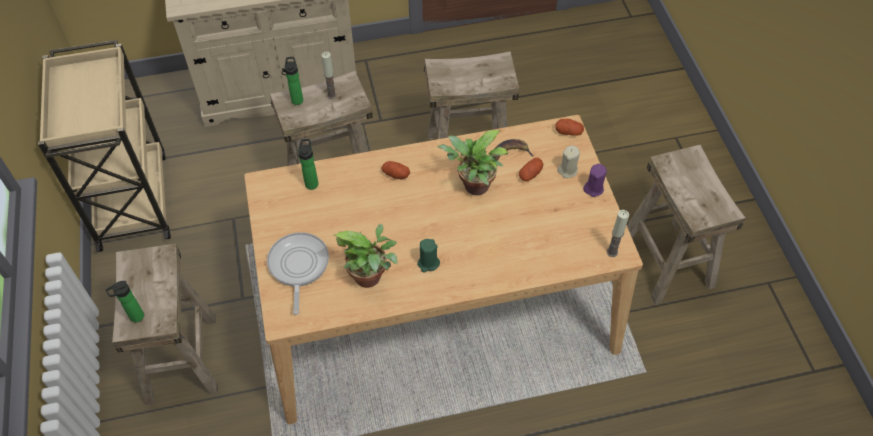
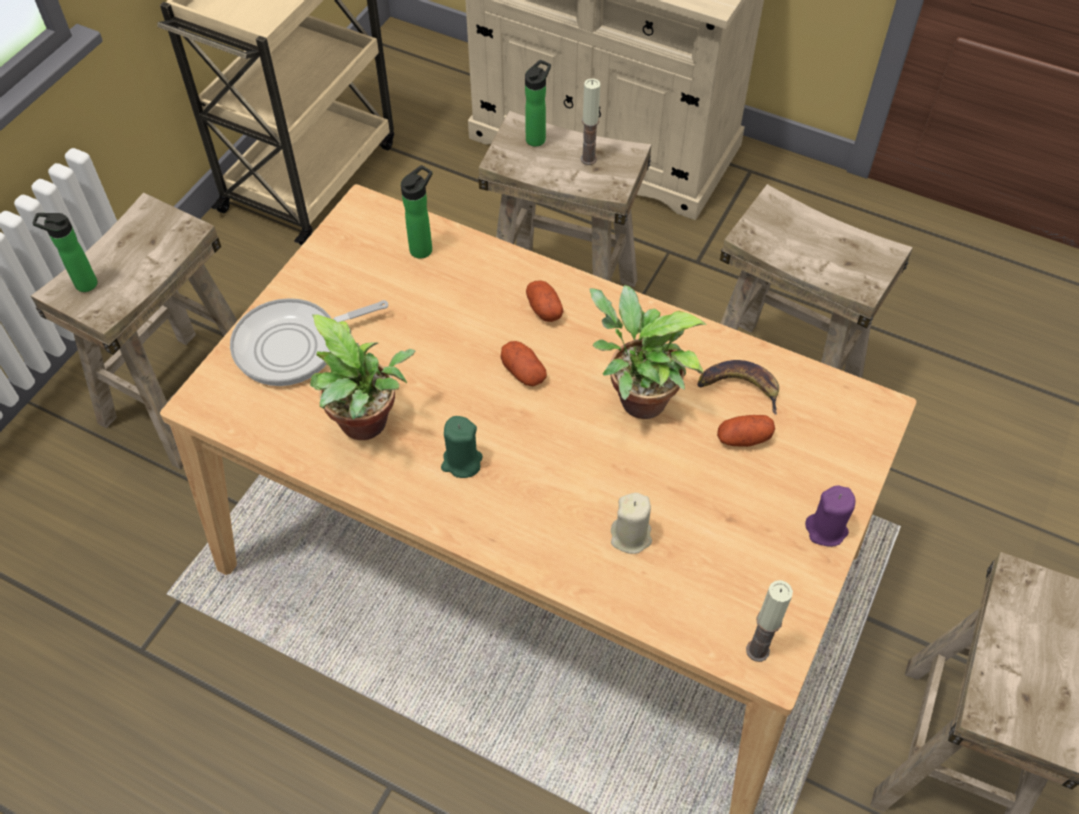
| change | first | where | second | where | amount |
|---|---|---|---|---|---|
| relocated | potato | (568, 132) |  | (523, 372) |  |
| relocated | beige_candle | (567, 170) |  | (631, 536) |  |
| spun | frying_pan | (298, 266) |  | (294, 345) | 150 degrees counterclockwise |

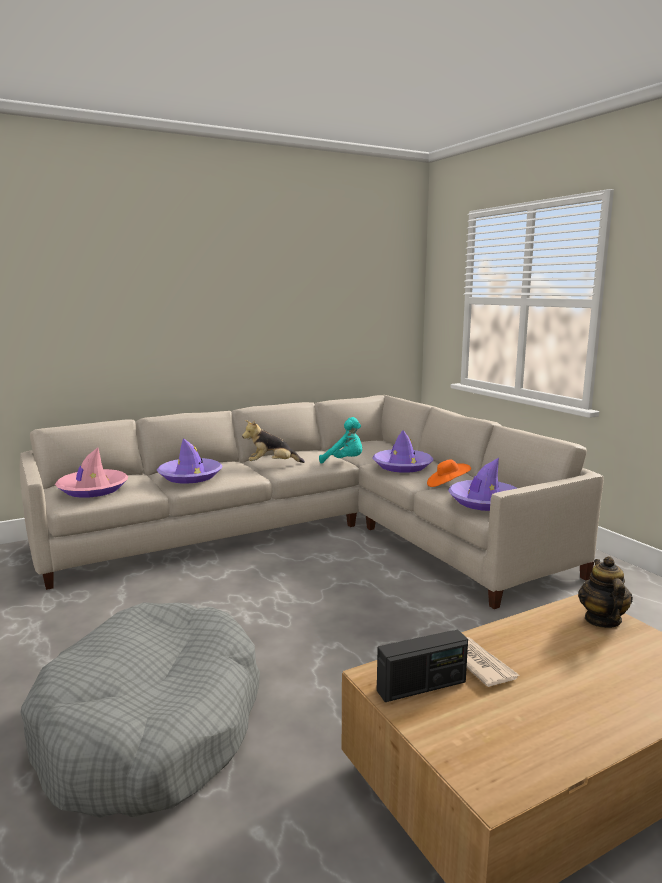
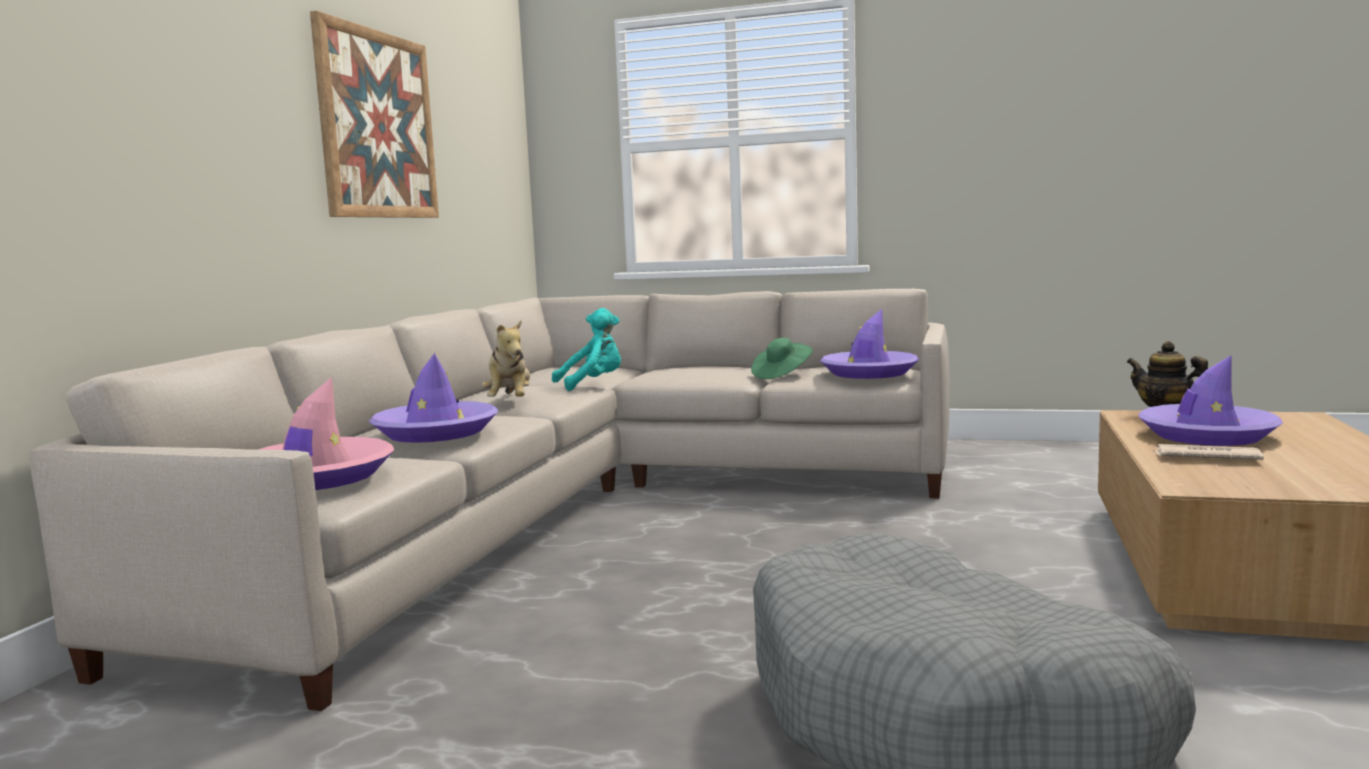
| change | first | where | second | where | amount |
|---|---|---|---|---|---|
| spun | plush_toy | (272, 464) |  | (510, 402) | 45 degrees counterclockwise |
| relocated | purple_hat | (402, 466) |  | (1207, 435) |  |
| colour | orange_hat | (447, 485) | green_hat | (782, 375) |  |
| missing | radio | (421, 687) |  |  |  |
| appeared |  |  | picture | (377, 125) |  |

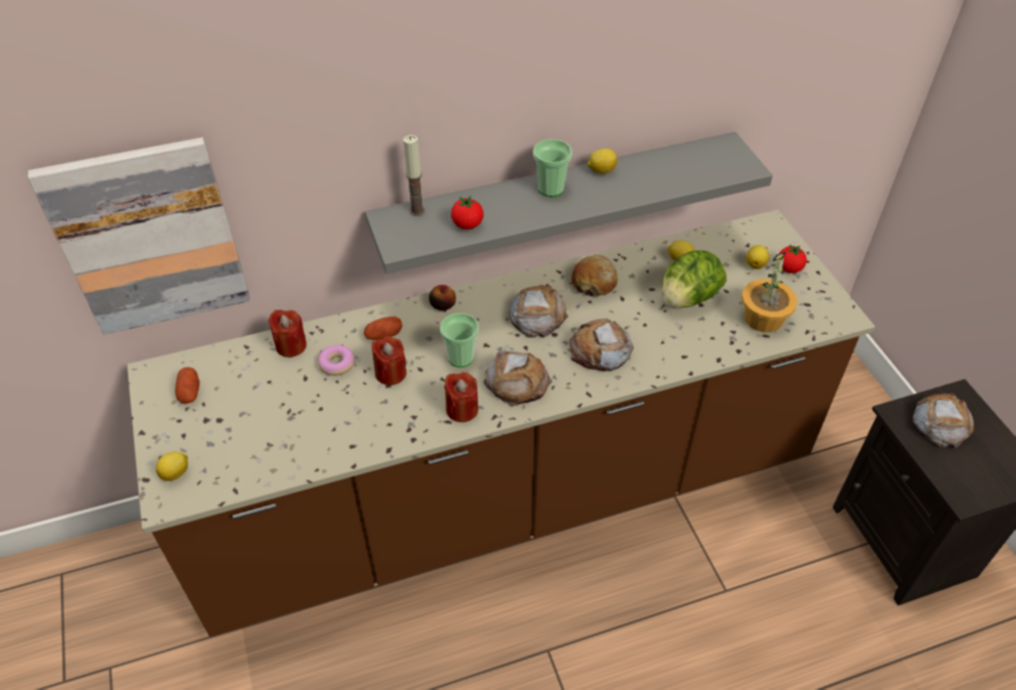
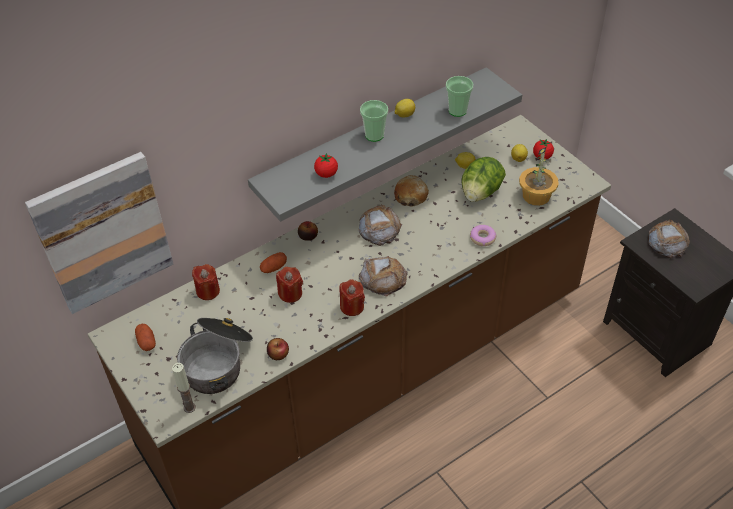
| change | first | where | second | where | amount |
|---|---|---|---|---|---|
| relocated | candle | (417, 211) |  | (189, 407) |  |
| relocated | cup | (461, 358) |  | (457, 111) |  |
| missing | bread | (600, 350) |  |  |  |
| relocated | donut | (337, 364) |  | (482, 238) |  |
| missing | lemon | (176, 473) |  |  |  |
| appeared |  |  | cooking_pot | (218, 362) |  |
| appeared |  |  | apple | (278, 354) |  |

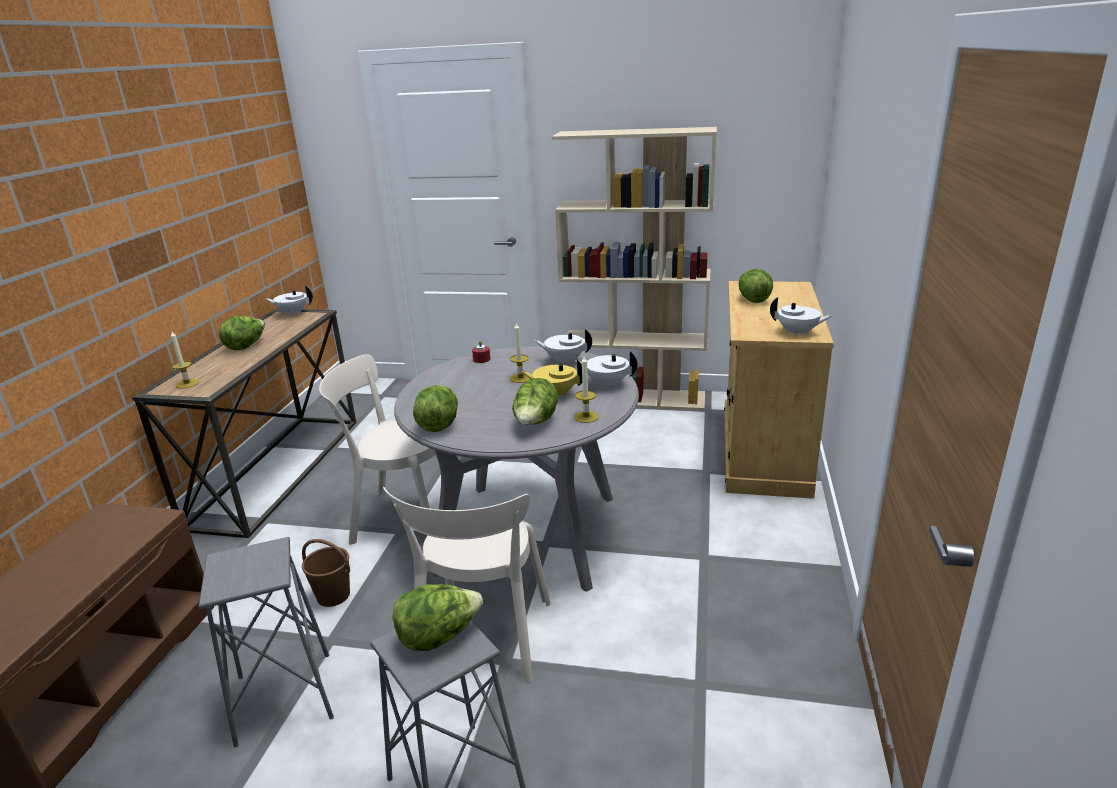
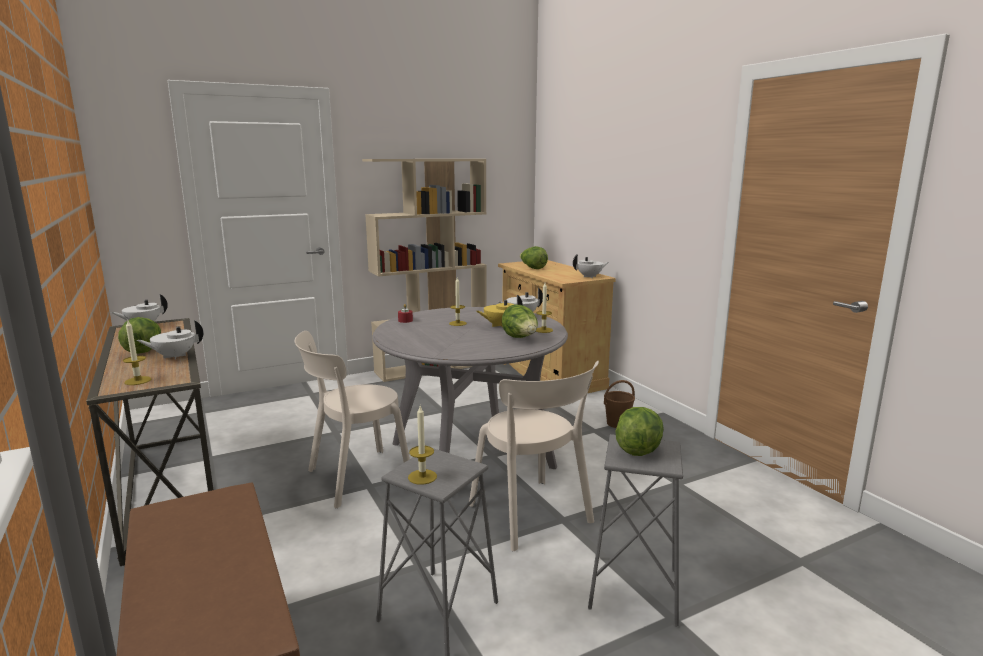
| change | first | where | second | where | amount |
|---|---|---|---|---|---|
| relocated | white_teapot | (564, 361) |  | (174, 356) |  |
| missing | lettuce | (438, 424) |  |  |  |
| relocated | brown_bucket | (334, 595) |  | (618, 423) |  |
| appeared |  |  | candle | (422, 477) |  |

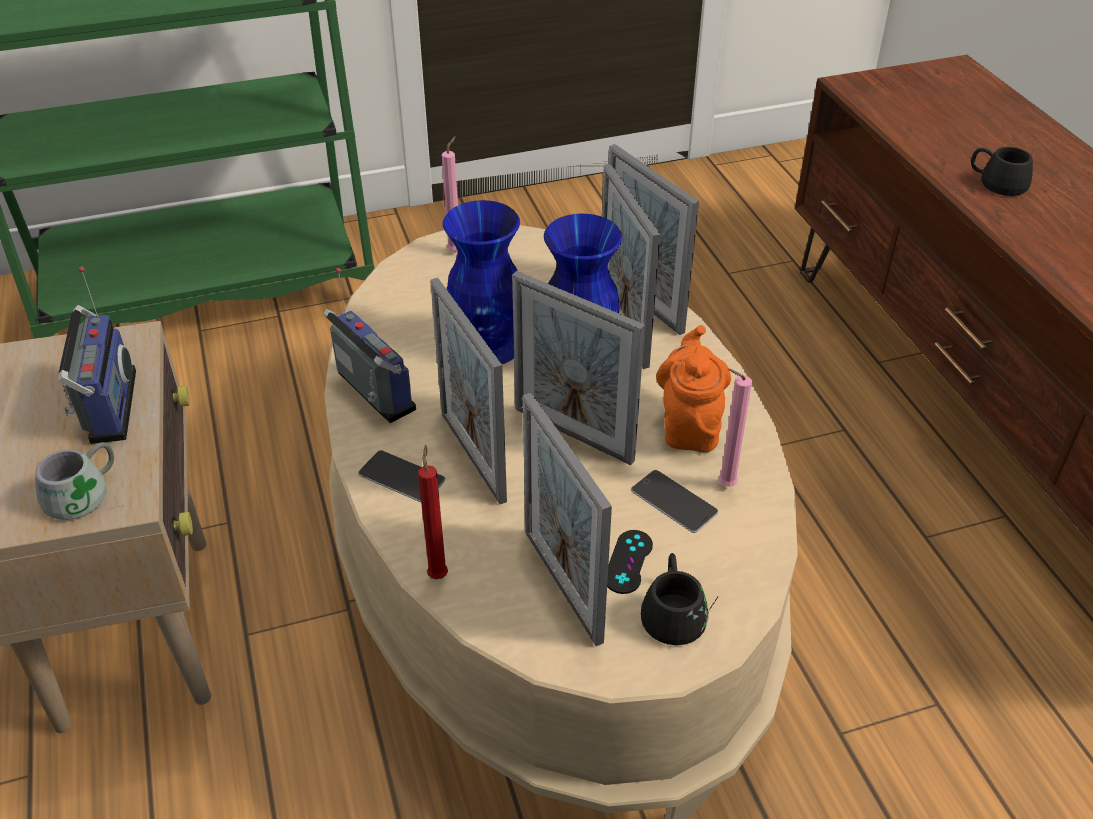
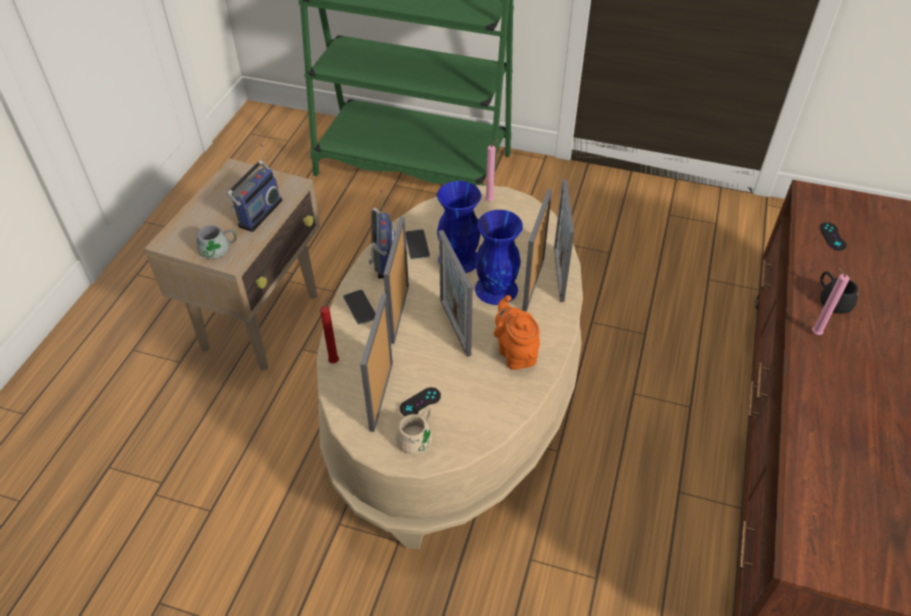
| change | first | where | second | where | amount |
|---|---|---|---|---|---|
| spun | orange_teapot | (689, 426) |  | (515, 352) | 60 degrees counterclockwise |
| relocated | pink_candle | (723, 485) |  | (814, 333) |  |
| relocated | phone | (674, 501) |  | (417, 244) |  |
| colour | black_mug | (680, 612) | beige_mug | (420, 438) |  |
| appeared |  |  | black_game_controller | (832, 236) |  |

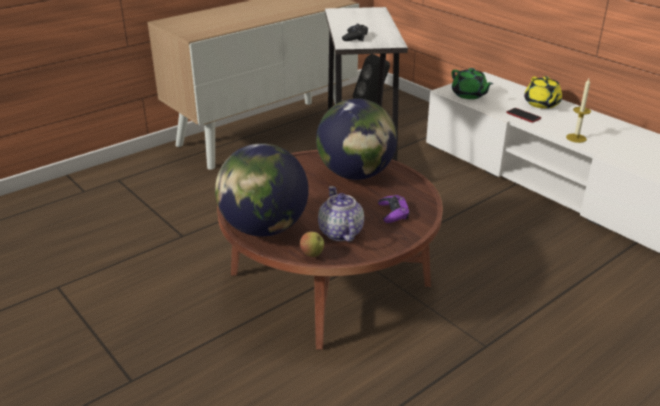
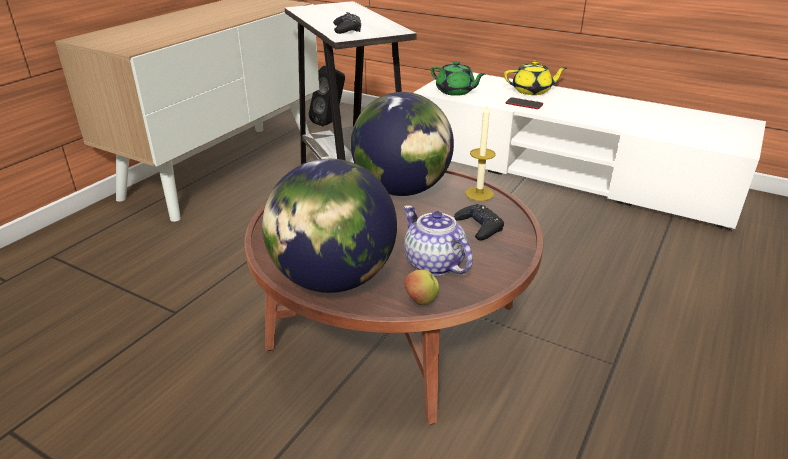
| change | first | where | second | where | amount |
|---|---|---|---|---|---|
| spun | yellow_teapot | (542, 104) |  | (532, 91) | 60 degrees counterclockwise |
| relocated | candle | (576, 138) |  | (479, 194) |  |
| colour | purple_game_controller | (393, 213) | black_game_controller | (479, 227) |  |

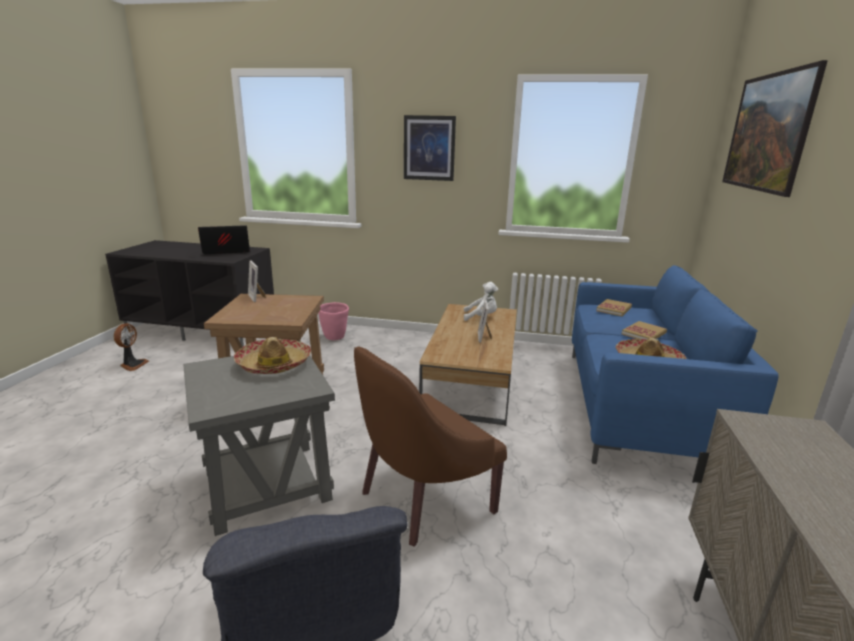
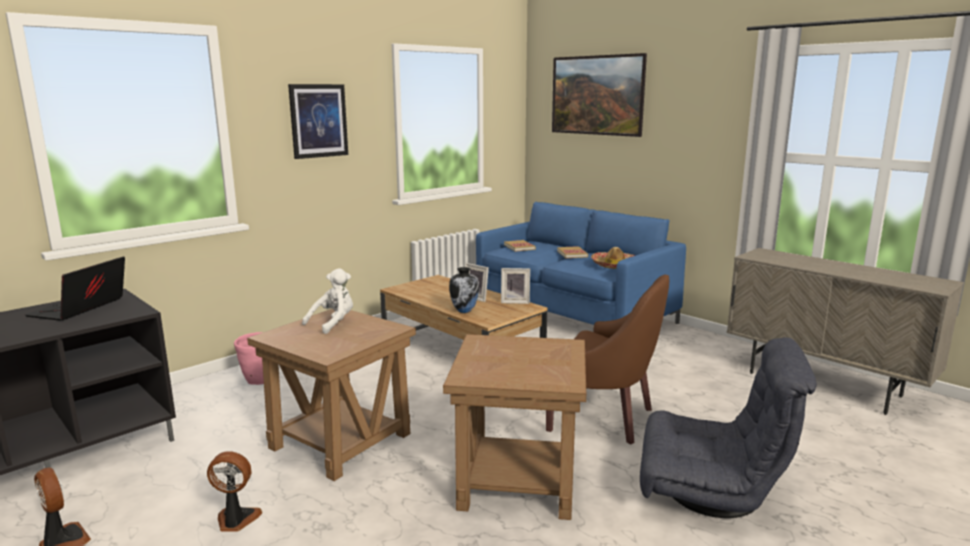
| change | first | where | second | where | amount |
|---|---|---|---|---|---|
| relocated | picture_frame | (257, 297) |  | (515, 301) |  |
| relocated | white_plush_toy | (481, 317) |  | (333, 323) |  |
| missing | hat | (274, 364) |  |  |  |
| spun | brown_armchair | (421, 498) |  | (604, 417) | 60 degrees counterclockwise |
| colour | grey_side_table | (267, 484) | brown_side_table | (517, 479) |  |
| appeared |  |  | vase | (465, 311) |  |
| appeared |  |  | fan | (236, 520) |  |

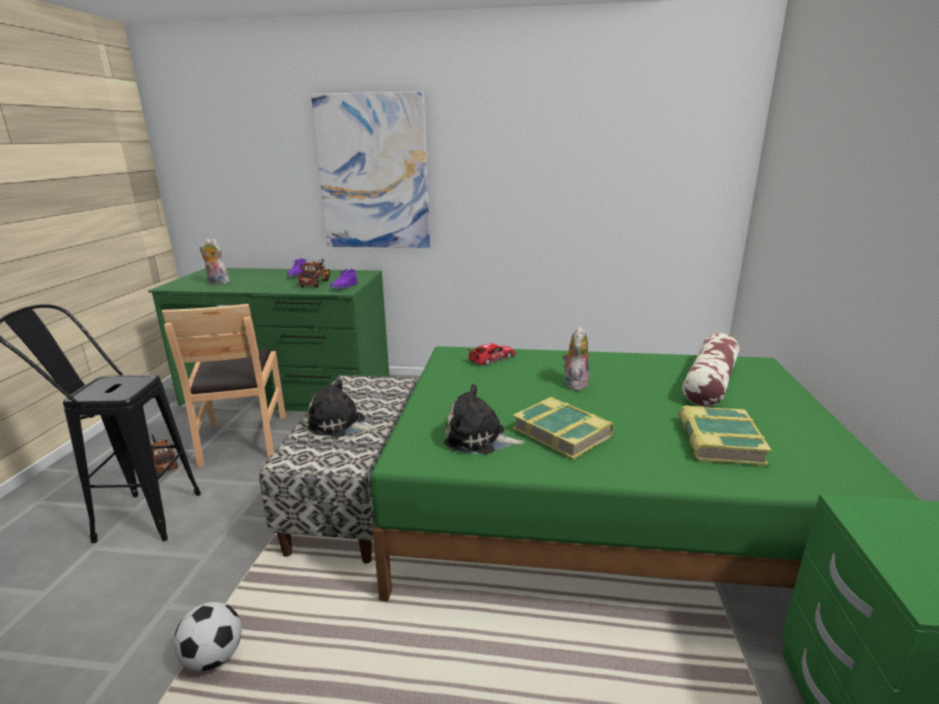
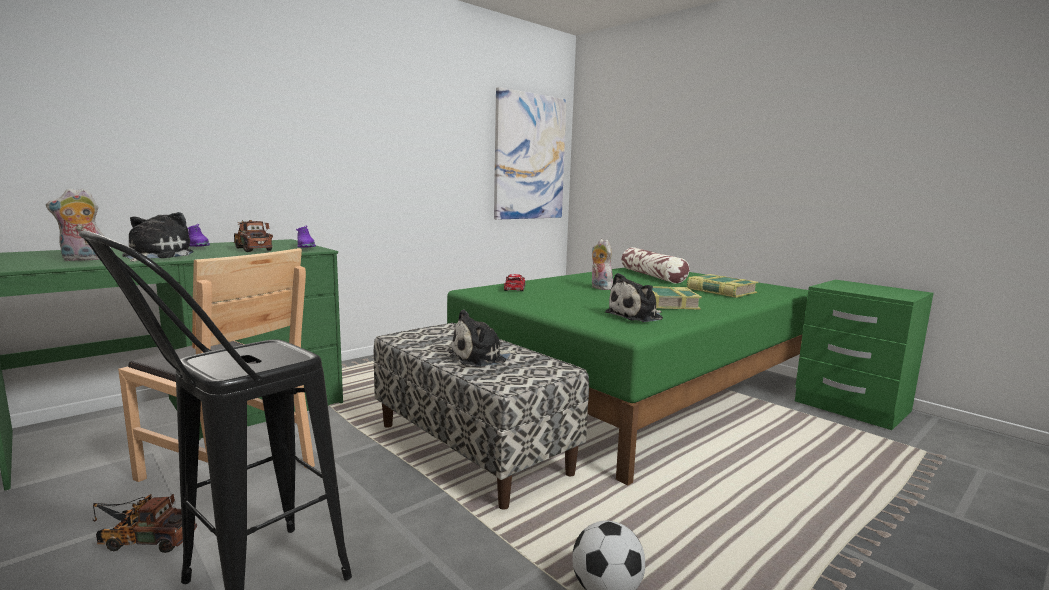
| change | first | where | second | where | amount |
|---|---|---|---|---|---|
| relocated | picture | (373, 173) |  | (529, 157) |  |
| appeared |  |  | plush_toy | (155, 256) |  |

